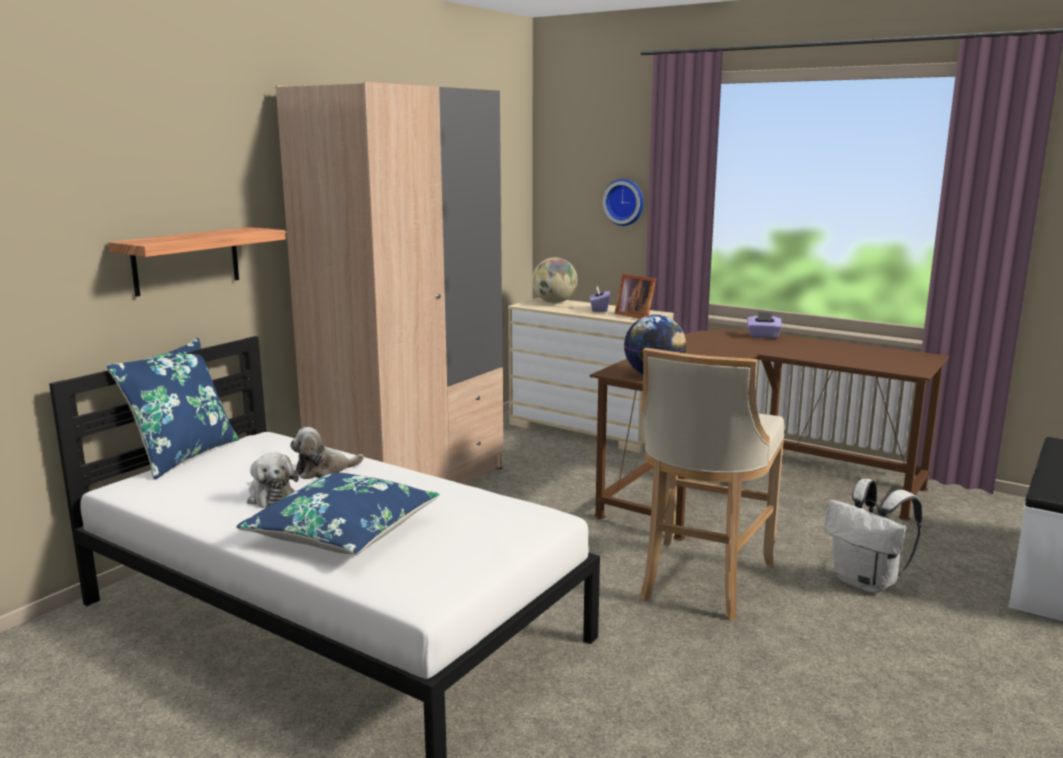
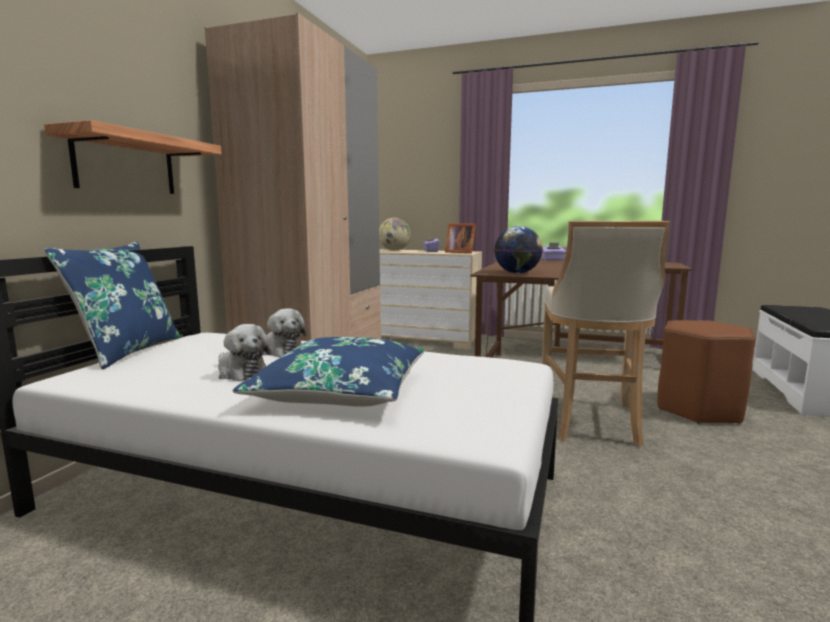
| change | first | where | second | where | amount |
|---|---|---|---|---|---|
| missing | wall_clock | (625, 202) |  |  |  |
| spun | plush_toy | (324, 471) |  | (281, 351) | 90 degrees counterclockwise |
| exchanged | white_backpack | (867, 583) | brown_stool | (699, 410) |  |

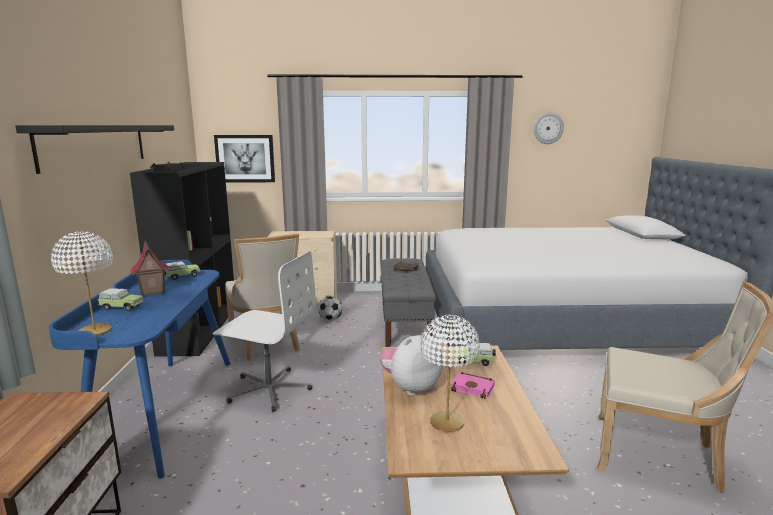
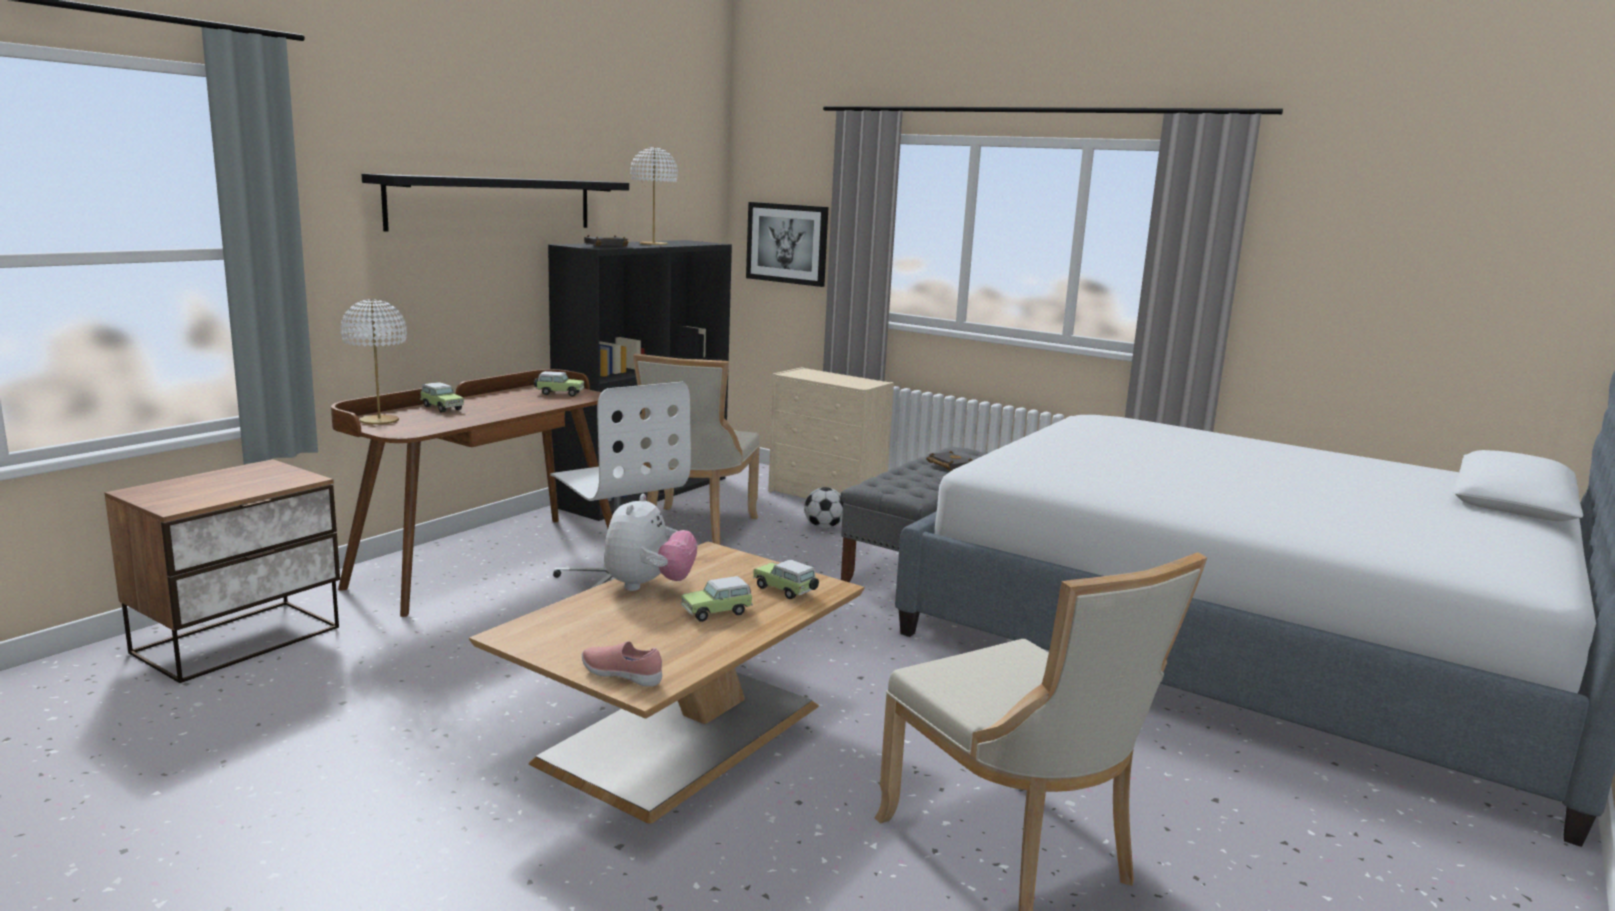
| change | first | where | second | where | amount |
|---|---|---|---|---|---|
| missing | wall_clock | (548, 128) |  |  |  |
| missing | toy_house | (152, 292) |  |  |  |
| colour | blue_desk | (164, 410) | brown_desk | (487, 561) |  |
| relocated | white_table_lamp | (447, 422) |  | (654, 244) |  |
| spun | plush_toy | (410, 387) |  | (648, 586) | 105 degrees clockwise |
| exchanged | pink_book | (474, 388) | toy_car | (718, 612) |  |
| appeared |  |  | pink_shoe | (622, 676) |  |

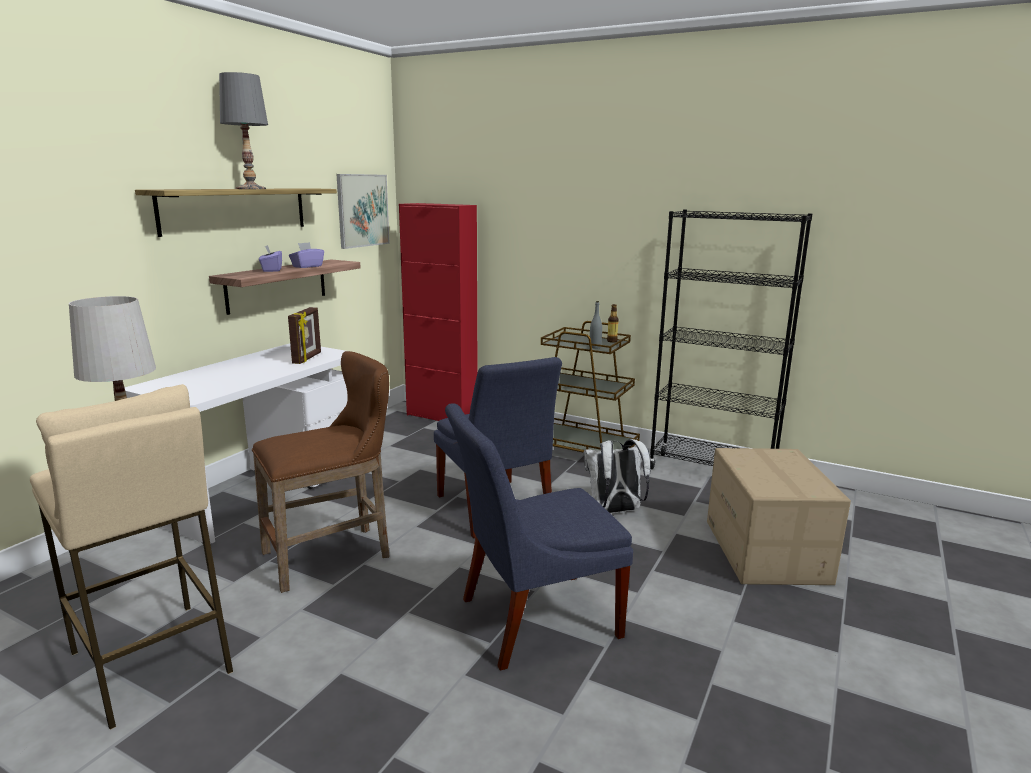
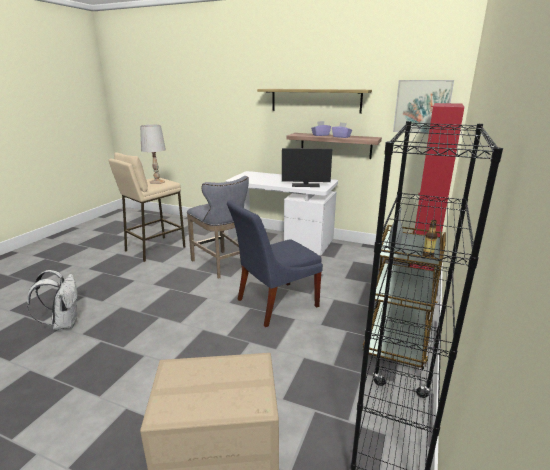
| change | first | where | second | where | amount |
|---|---|---|---|---|---|
| missing | grey_table_lamp | (250, 188) |  |  |  |
| exchanged | picture_frame | (307, 358) | monitor | (305, 185) |  |
| colour | brown_stool | (334, 555) | grey_stool | (220, 265) |  |
| missing | blue_chair | (532, 618) |  |  |  |
| relocated | white_backpack | (615, 511) |  | (64, 323) |  |

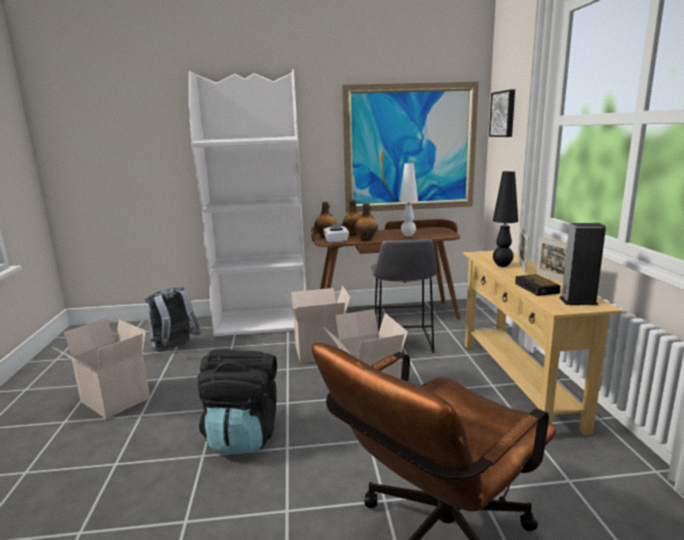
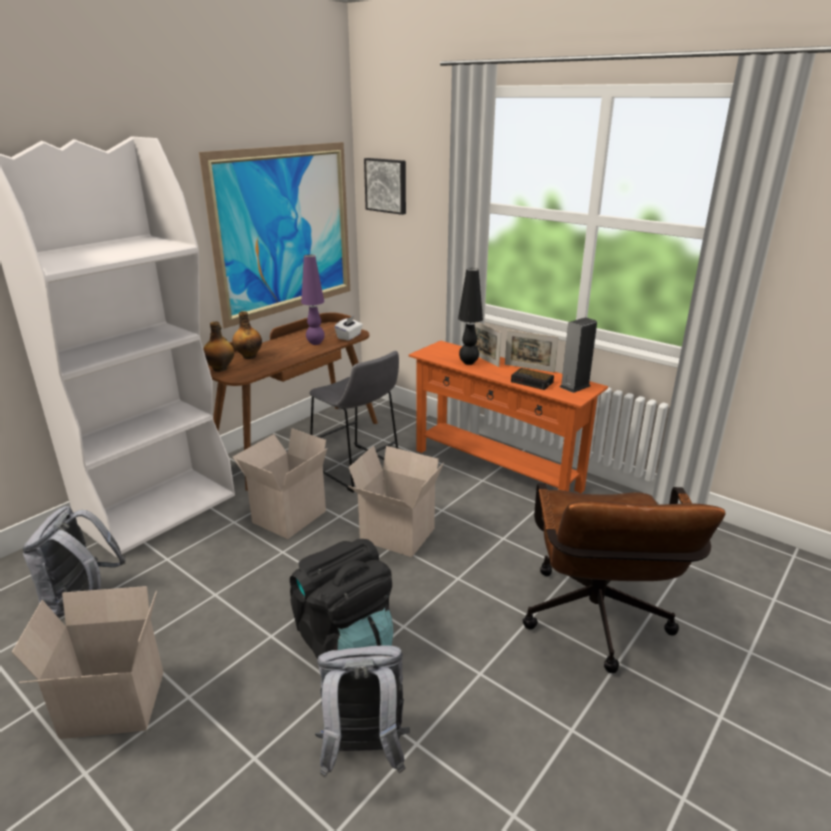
| change | first | where | second | where | amount |
|---|---|---|---|---|---|
| colour | white_table_lamp | (408, 235) | purple_table_lamp | (315, 343) |  |
| missing | bottle | (366, 240) |  |  |  |
| relocated | white_tissue_box | (336, 241) |  | (349, 336) |  |
| colour | beige_console_table | (518, 382) | orange_console_table | (496, 469) |  |
| appeared |  |  | grey_backpack | (363, 751) |  |

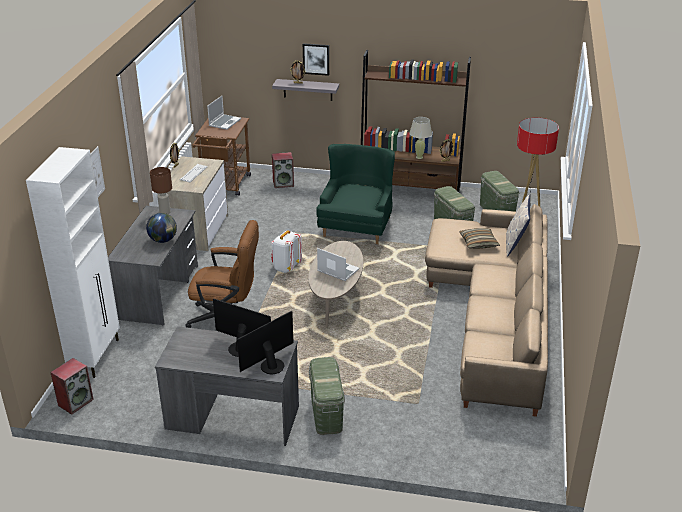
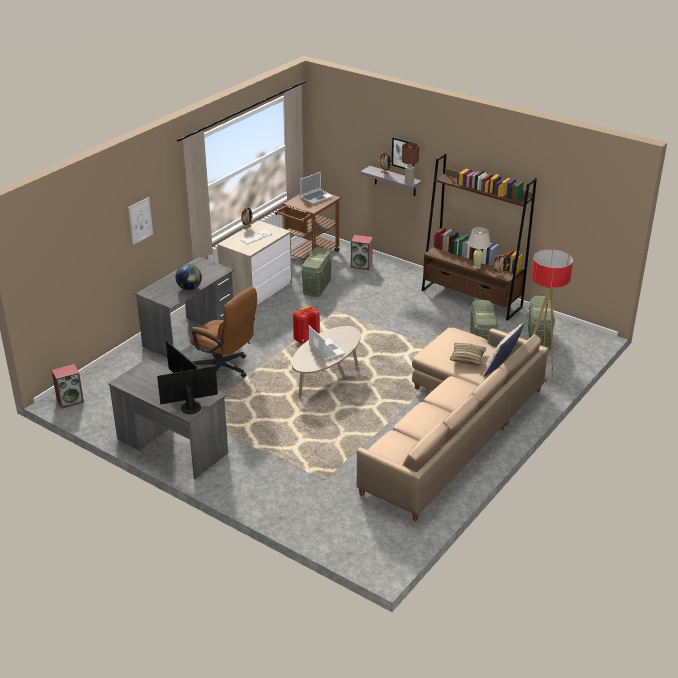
| change | first | where | second | where | amount |
|---|---|---|---|---|---|
| missing | green_armchair | (357, 226) |  |  |  |
| missing | white_cabinet | (95, 356) |  |  |  |
| relocated | brown_table_lamp | (165, 212) |  | (409, 182) |  |
| colour | white_backpack | (286, 267) | red_backpack | (305, 339) |  |
| relocated | green_storage_box | (326, 413) |  | (317, 286) |  |

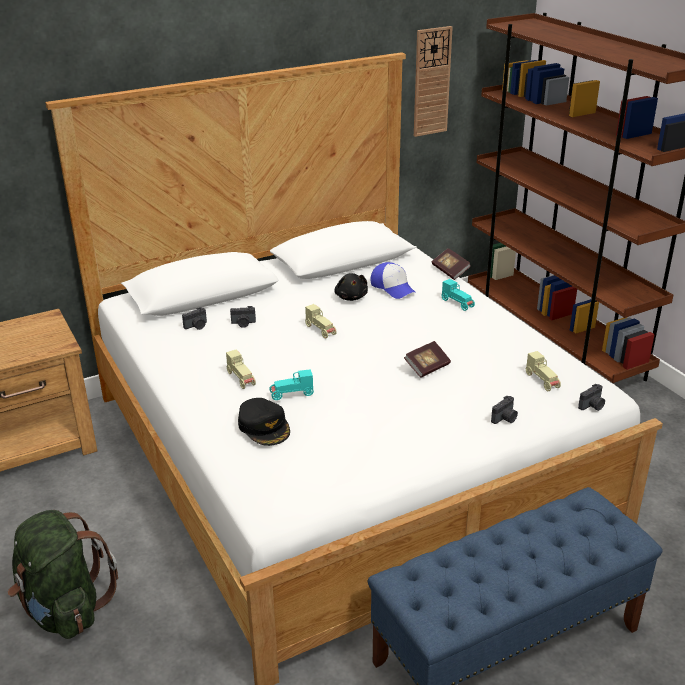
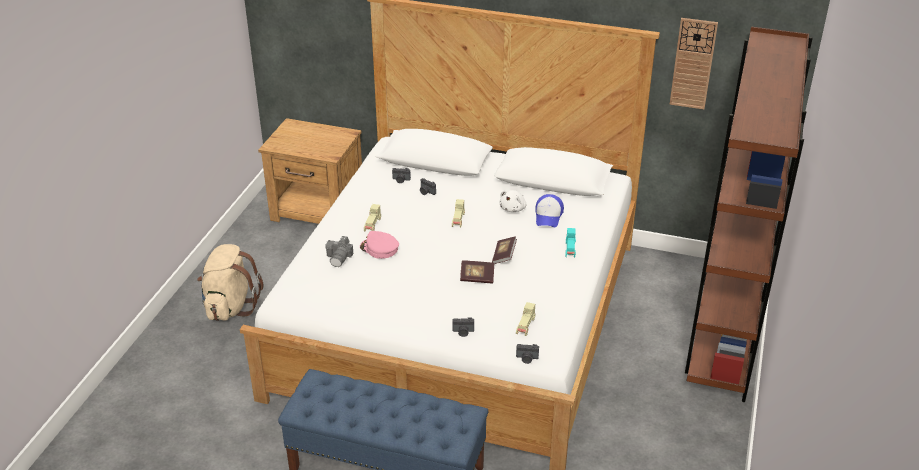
| change | first | where | second | where | amount |
|---|---|---|---|---|---|
| relocated | book | (450, 271) |  | (504, 256) |  |
| colour | black_plush_toy | (351, 297) | white_plush_toy | (513, 208) |  |
| exchanged | turquoise_toy_car | (291, 394) | pink_cap | (379, 248) |  |
| exchanged | black_cap | (264, 426) | photo_camera | (339, 257) |  |
| colour | green_backpack | (65, 609) | beige_backpack | (230, 306) |  |

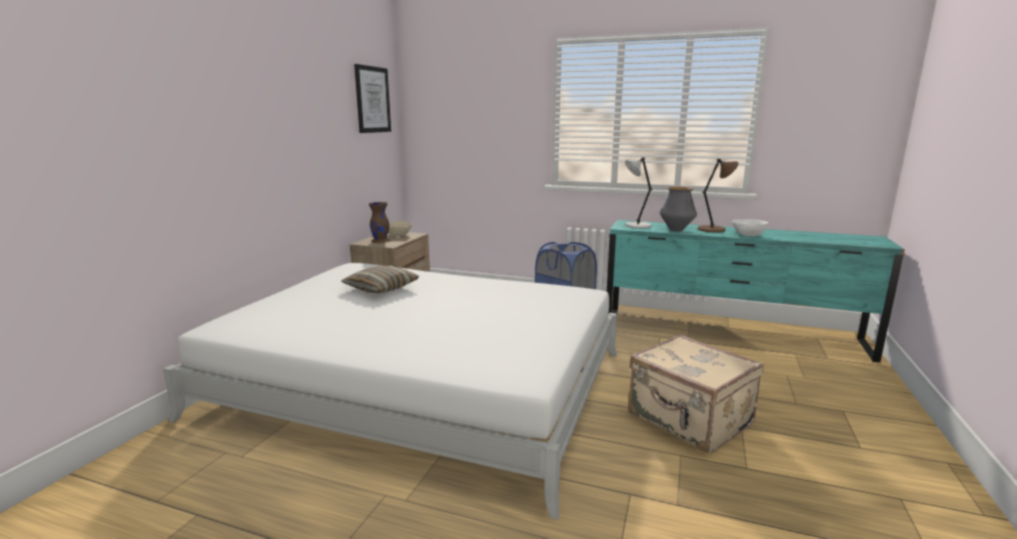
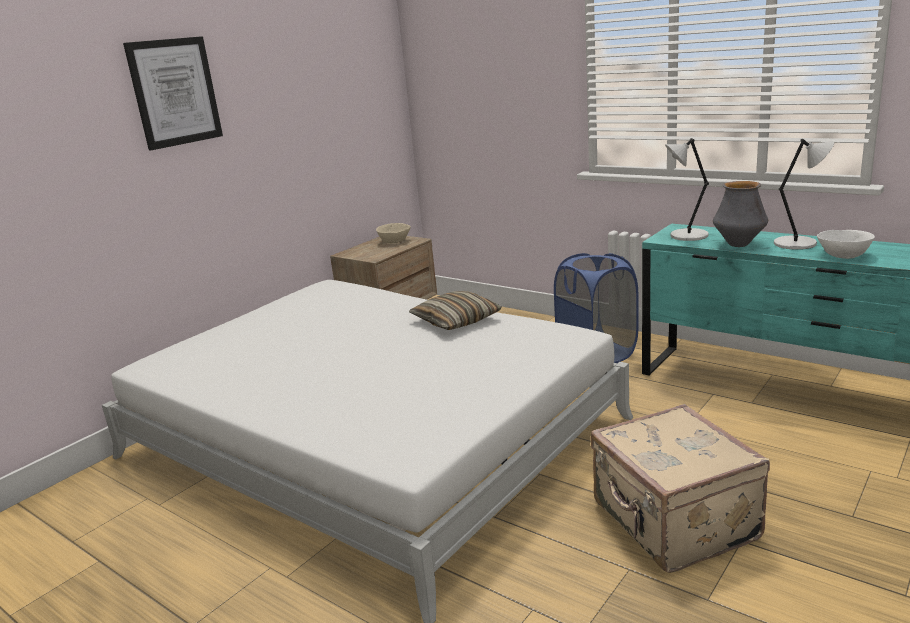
| change | first | where | second | where | amount |
|---|---|---|---|---|---|
| relocated | picture | (372, 99) |  | (175, 92) |  |
| colour | brown_table_lamp | (713, 229) | grey_table_lamp | (797, 243) |  |
| missing | brown_vase | (381, 240) |  |  |  |
| relocated | pillow | (381, 288) |  | (456, 320) |  |

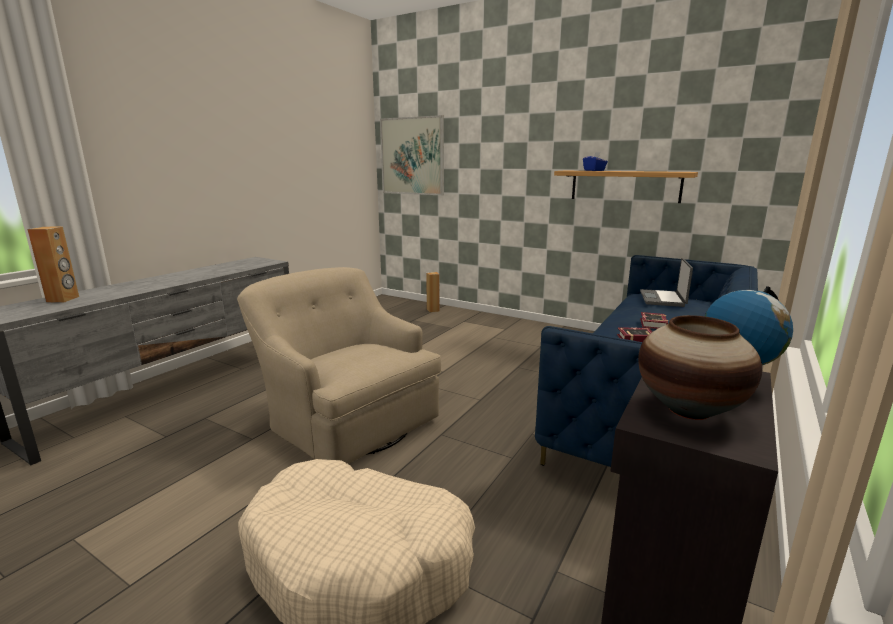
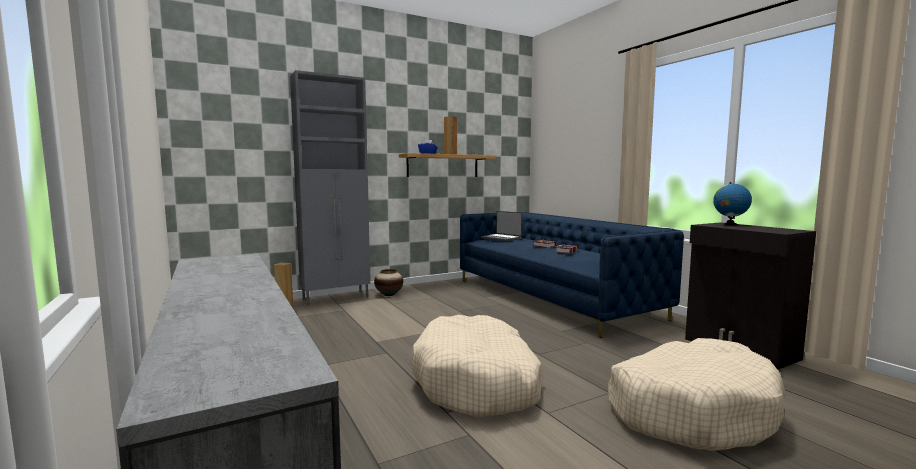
| change | first | where | second | where | amount |
|---|---|---|---|---|---|
| missing | picture | (412, 156) |  |  |  |
| relocated | brown_speaker | (63, 299) |  | (450, 154) |  |
| exchanged | beige_armchair | (346, 419) | beige_dog_bed | (477, 382) |  |
| relocated | vase | (688, 410) |  | (389, 294) |  |
| appeared |  |  | grey_cabinet | (336, 298) |  |

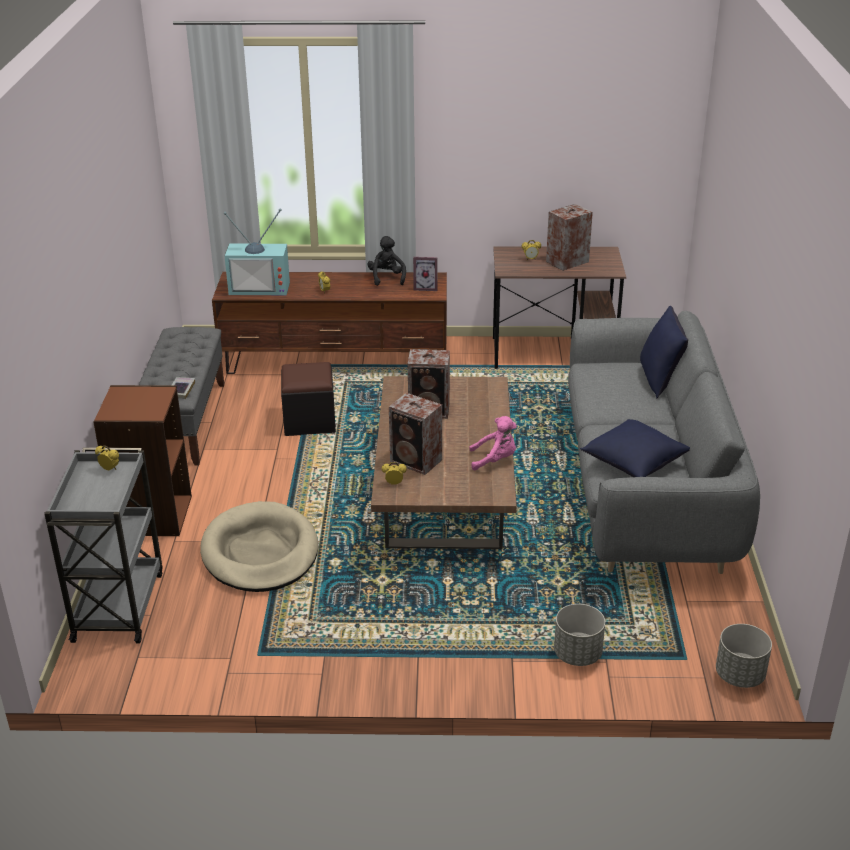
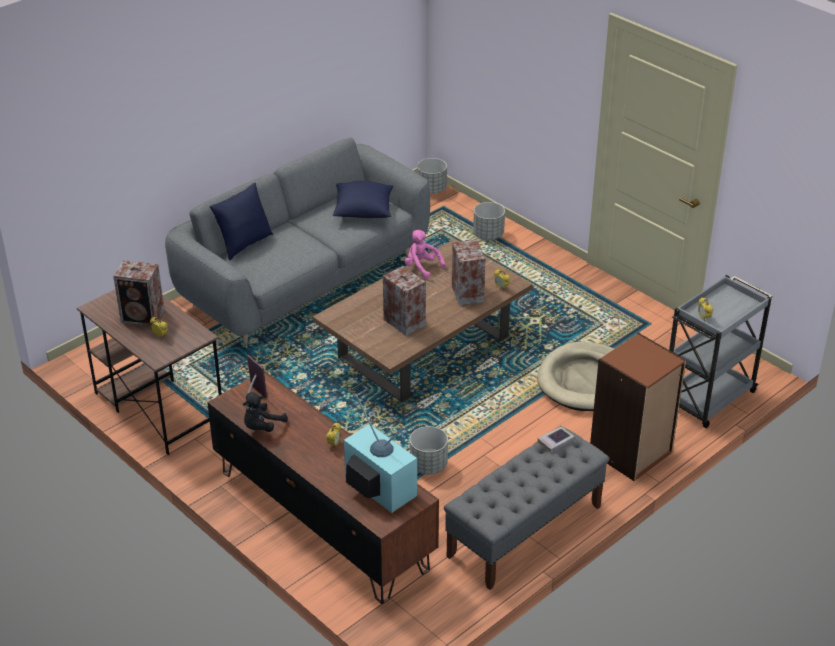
| change | first | where | second | where | amount |
|---|---|---|---|---|---|
| exchanged | black_ottoman | (309, 421) | grey_planter | (428, 465) |  |

